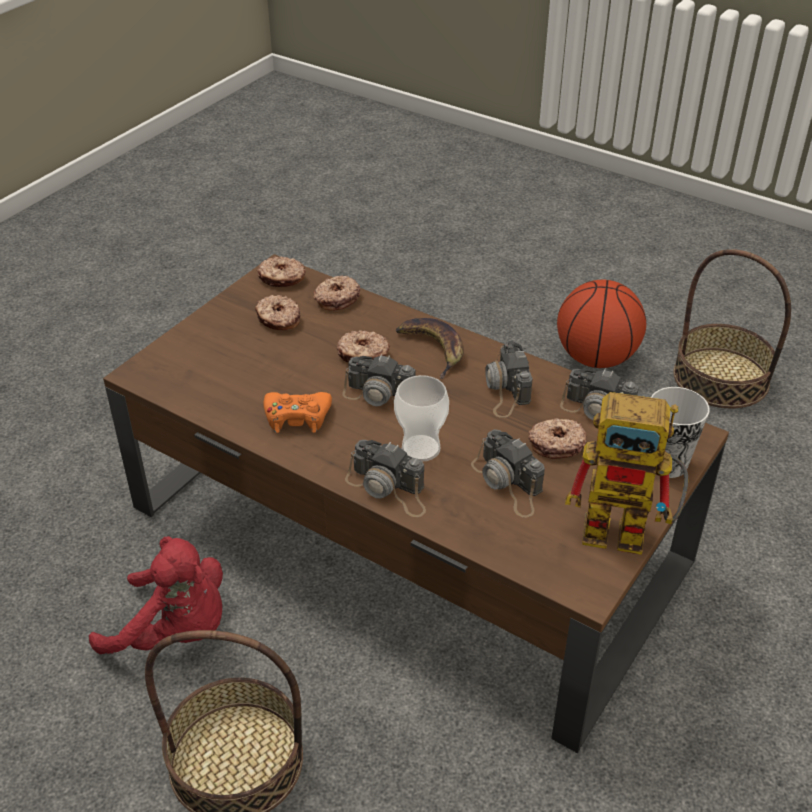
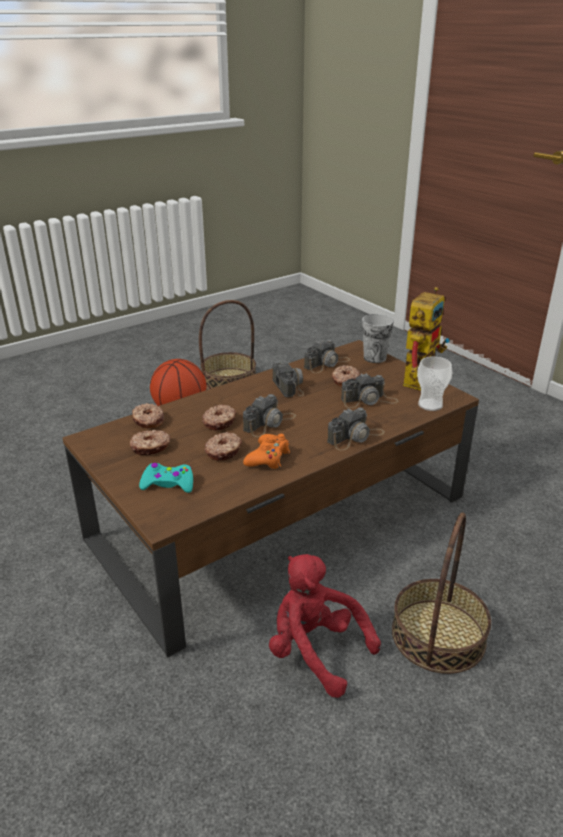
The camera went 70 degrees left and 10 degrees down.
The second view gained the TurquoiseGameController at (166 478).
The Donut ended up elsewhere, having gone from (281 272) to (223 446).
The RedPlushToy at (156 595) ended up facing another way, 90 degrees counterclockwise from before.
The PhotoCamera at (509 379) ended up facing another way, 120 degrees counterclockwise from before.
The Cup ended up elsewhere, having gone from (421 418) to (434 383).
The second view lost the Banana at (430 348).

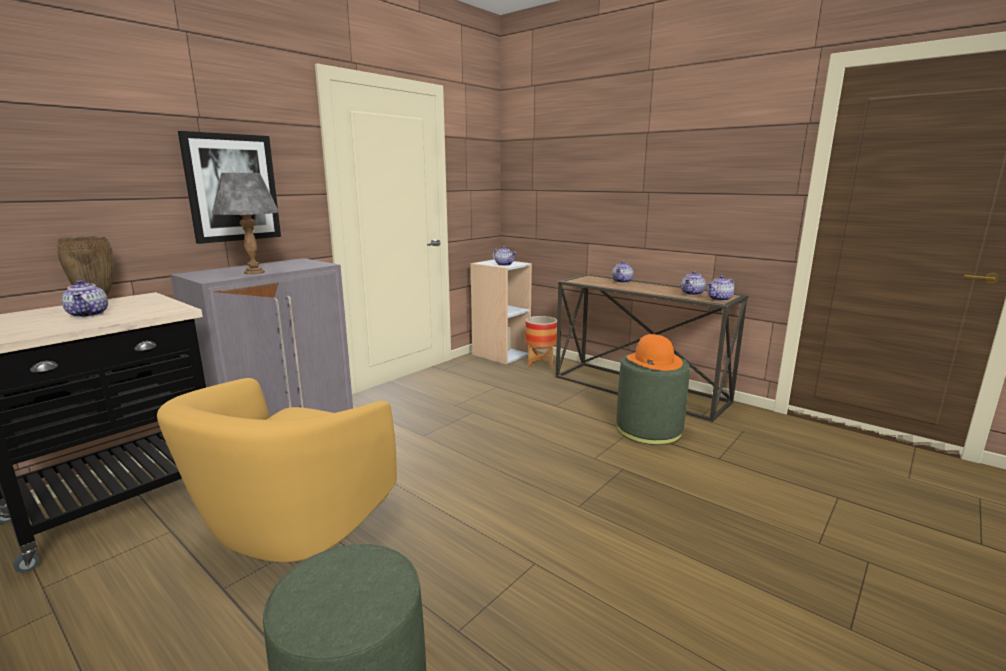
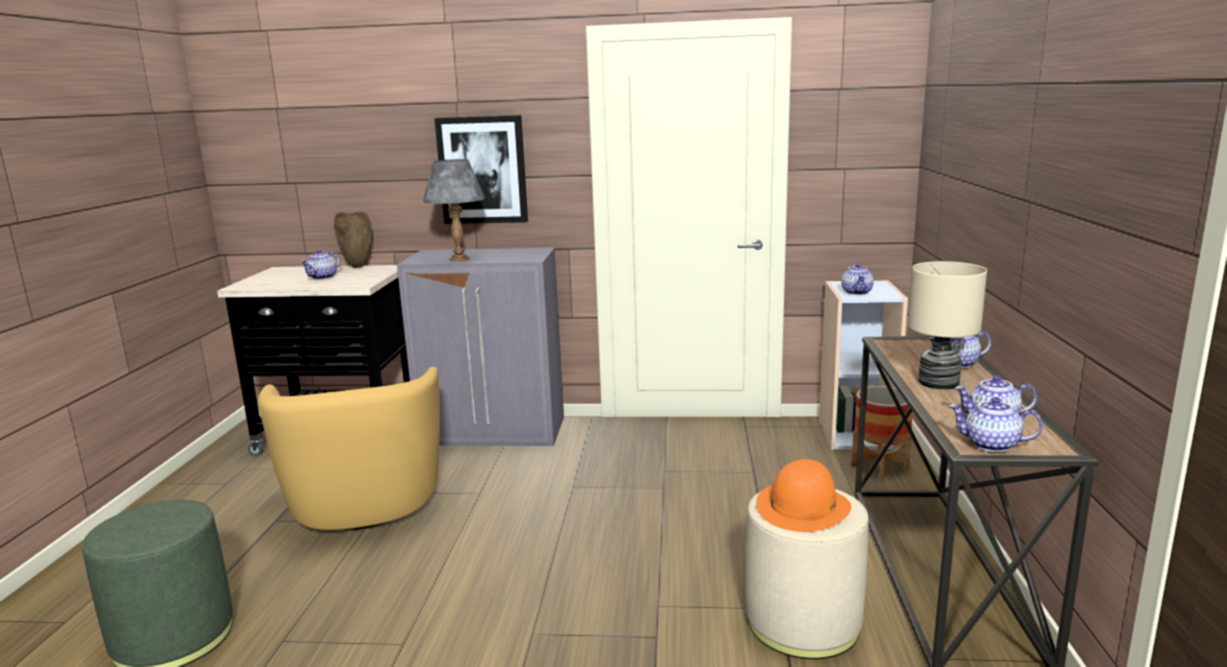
The camera went 55 degrees right and 0 degrees up.
The YellowArmchair at (277 470) ended up facing another way, 90 degrees counterclockwise from before.
What was the GreenOttoman at (653 399) turned into the BeigeOttoman at (807 574).
The second view gained the BeigeTableLamp at (947 325).

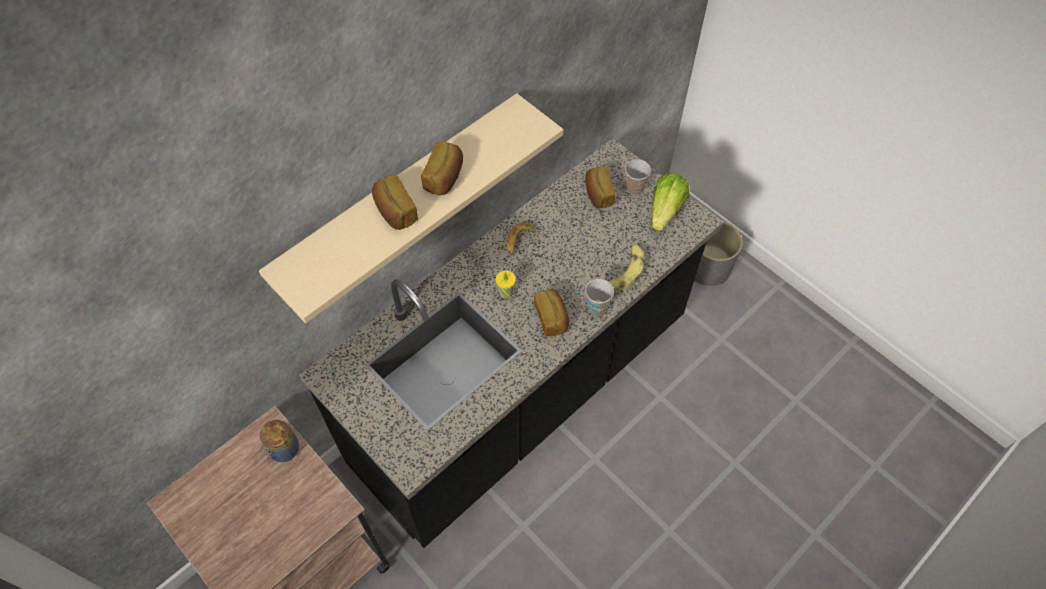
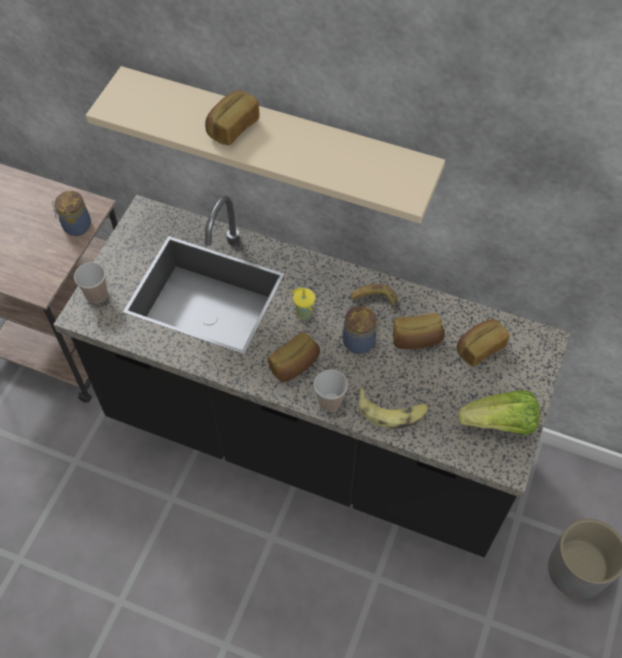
The camera went 65 degrees right and 0 degrees up.
The Cup ended up elsewhere, having gone from (638 177) to (90 282).
The second view gained the Jar at (362 330).
The Bread ended up elsewhere, having gone from (442 168) to (419 331).

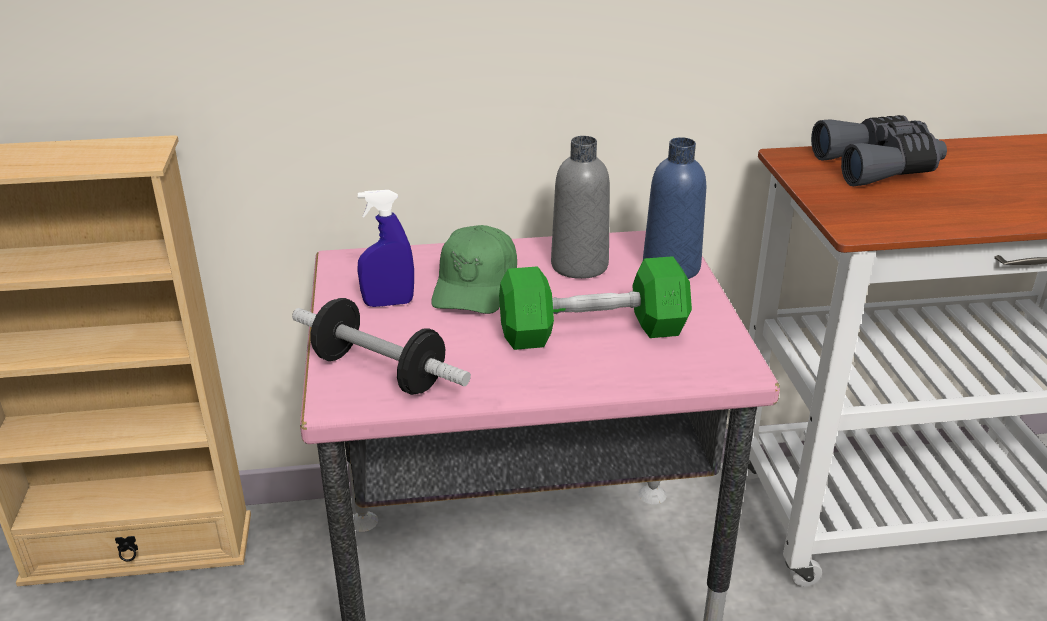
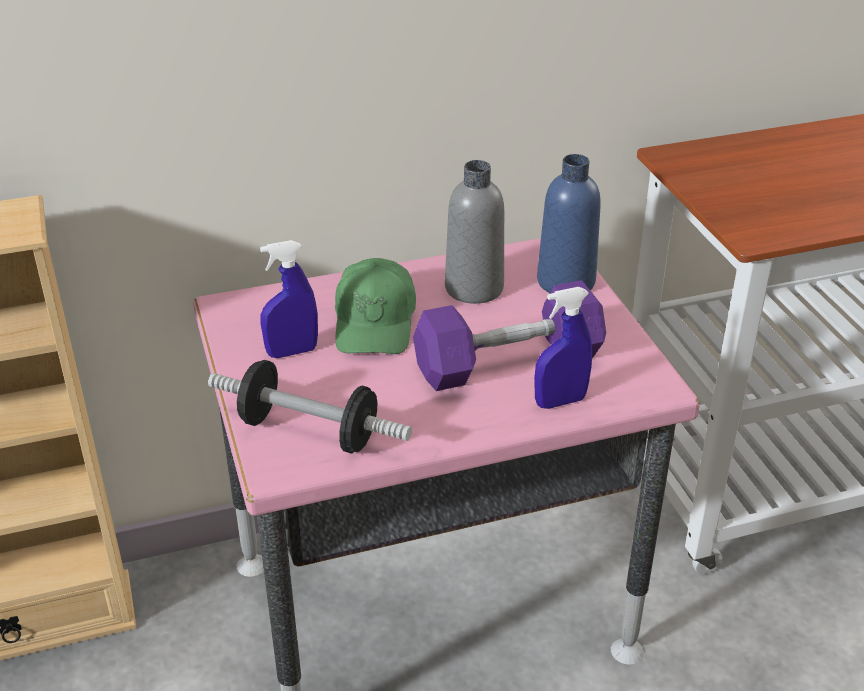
The camera went 10 degrees left and 5 degrees up.
What was the GreenDumbbell at (595 303) turned into the PurpleDumbbell at (509 335).
The second view gained the BlueSprayBottle at (563 348).
The second view lost the GreyBinoculars at (879 150).

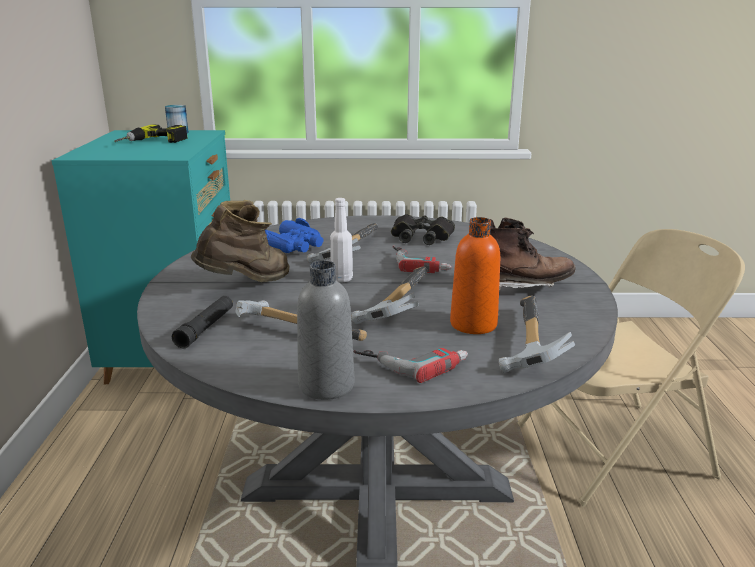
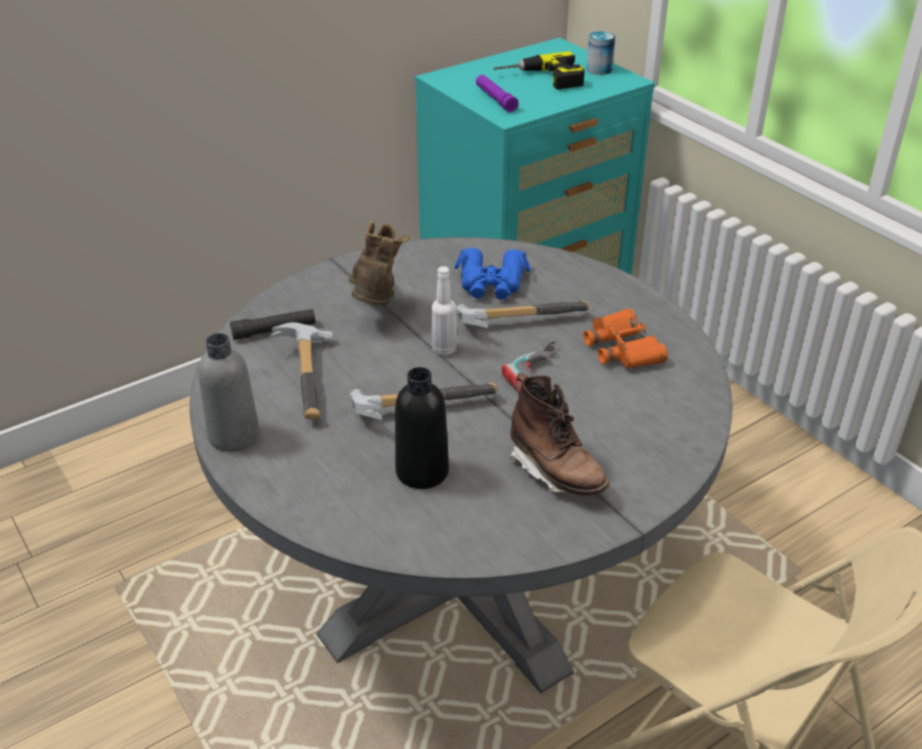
The camera went 55 degrees right and 15 degrees up.
The BrownBoot at (240 241) ended up facing another way, 105 degrees counterclockwise from before.
What was the OrangeBottle at (475 275) turned into the BlackBottle at (422 428).
The second view gained the PurpleFlashlight at (497 93).
What was the BlackBinoculars at (423 229) turned into the OrangeBinoculars at (625 339).
The second view lost the PowerDrill at (410 365).
The second view lost the Hammer at (537 334).

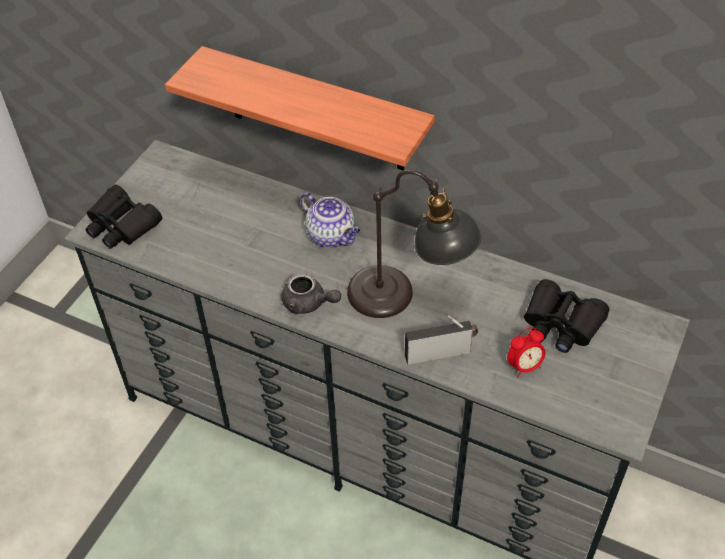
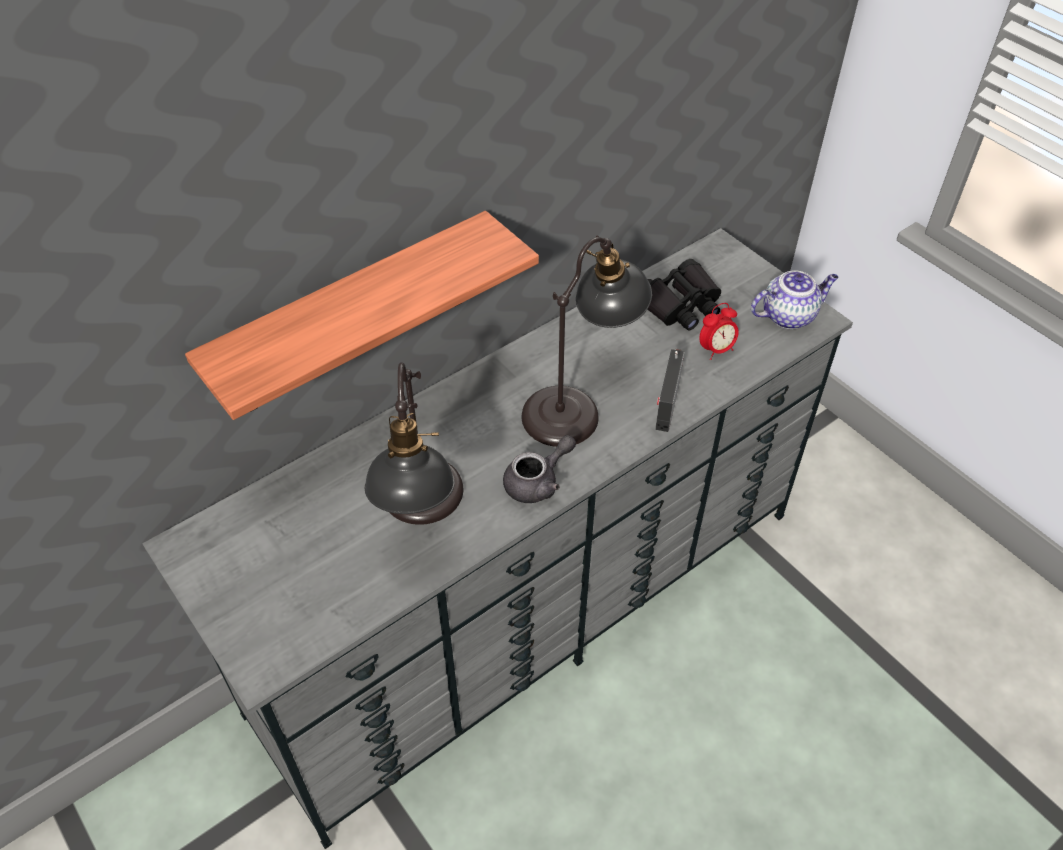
The camera went 65 degrees left and 0 degrees up.
The second view gained the GreyTableLamp at (414 443).
The AlarmClock at (526 352) ended up facing another way, 60 degrees clockwise from before.
The Teapot ended up elsewhere, having gone from (330 220) to (795 299).
The second view lost the BlackBinoculars at (123 216).

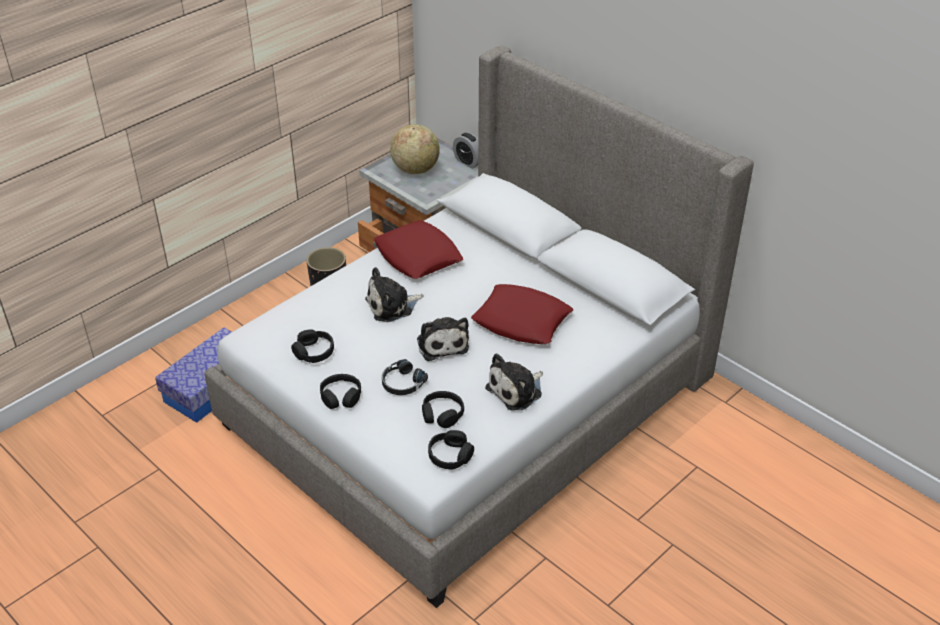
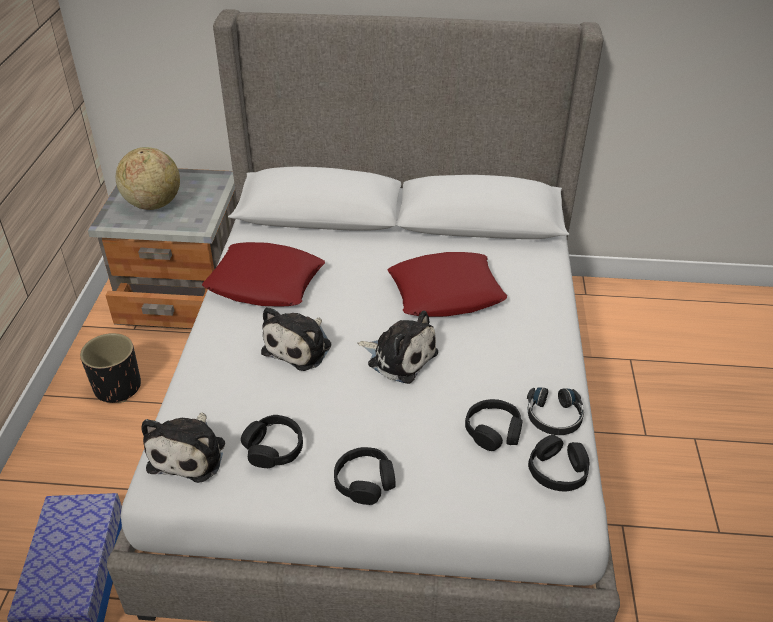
The camera went 40 degrees left and 0 degrees up.
The PlushToy ended up elsewhere, having gone from (514 382) to (183 448).
The BlackHeadphones ended up elsewhere, having gone from (405 377) to (555 411).
The second view lost the AlarmClock at (466 151).

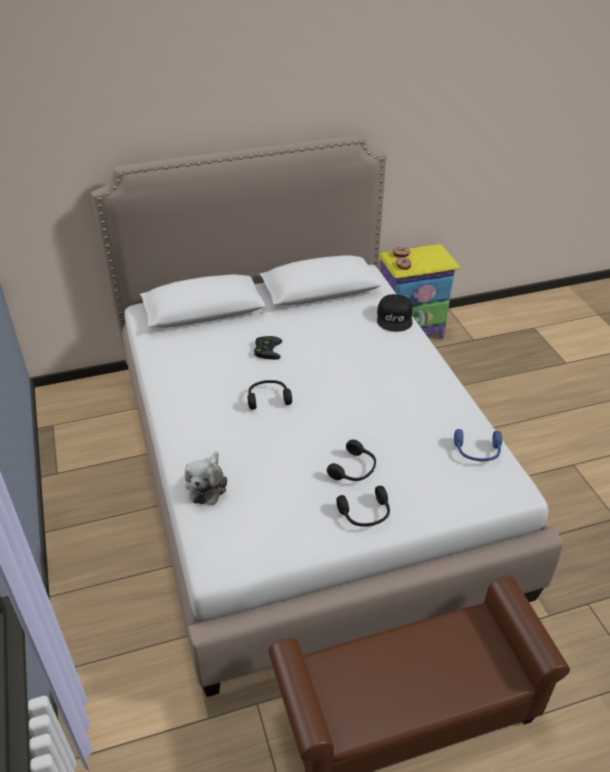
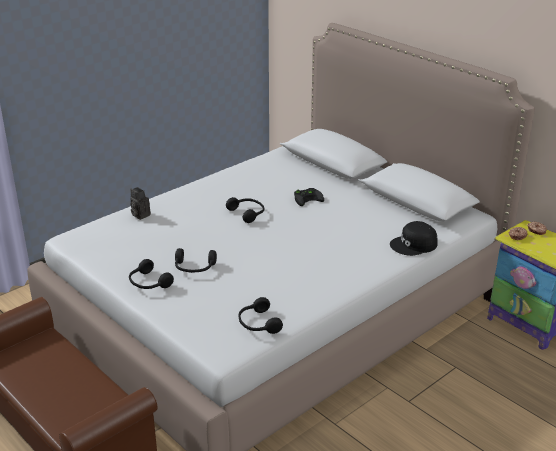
The camera went 65 degrees right and 10 degrees down.
Where the PlushToy stood at (205 478), the PhotoCamera came to stand at (140 203).
What was the BlueHeadphones at (478 445) turned into the BlackHeadphones at (261 315).

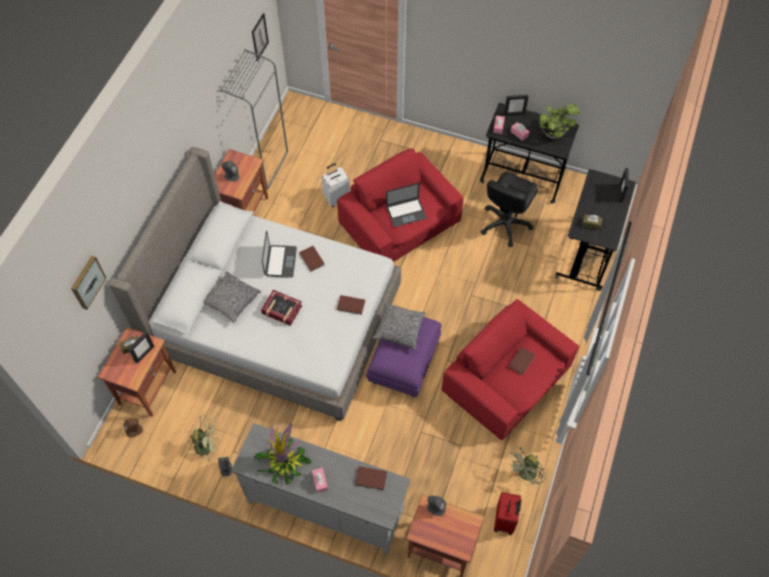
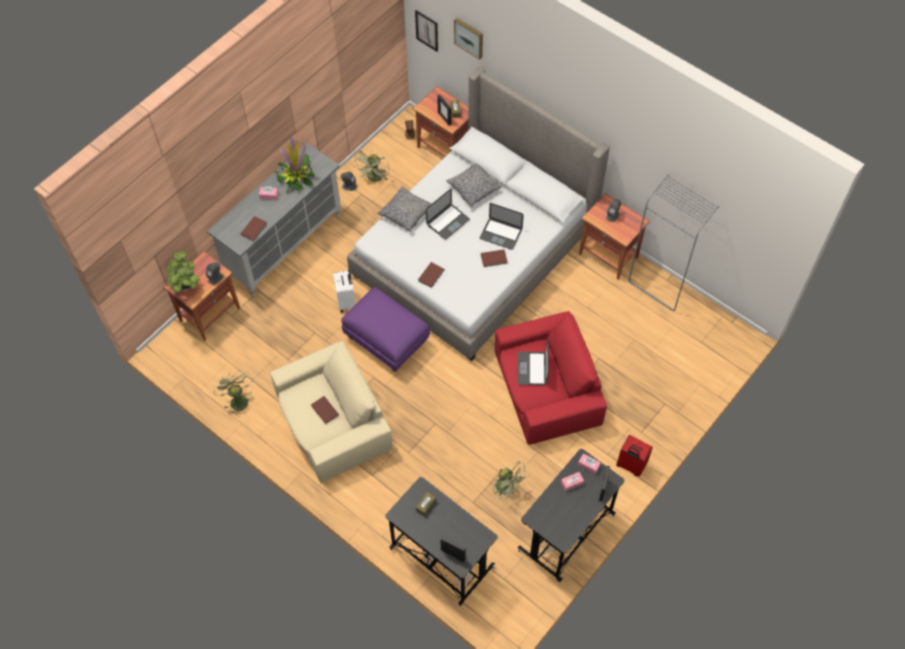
The camera went 110 degrees right and 0 degrees up.
The PottedPlant ended up elsewhere, having gone from (559 121) to (182 271).
What was the RedArmchair at (510 369) turned into the BeigeArmchair at (331 412).
The WhiteSuitcase ended up elsewhere, having gone from (335 185) to (344 291).
The GreyPillow ended up elsewhere, having gone from (399 326) to (404 209).
The Picture ended up elsewhere, having gone from (260 37) to (426 31).
Where the Book stood at (281 308), the Laptop came to stand at (448 214).
Where the BlackOfficeChair stood at (509 209), the GreenFan came to stand at (512 481).
The RedSuitcase ended up elsewhere, having gone from (507 513) to (634 455).

